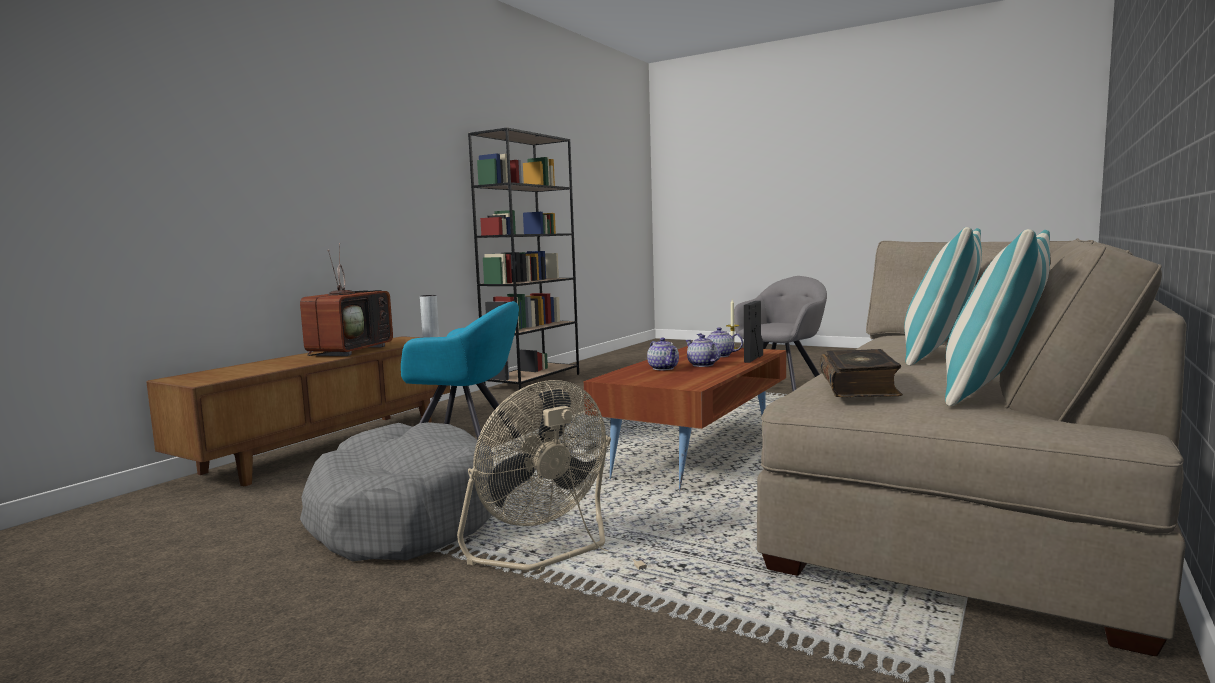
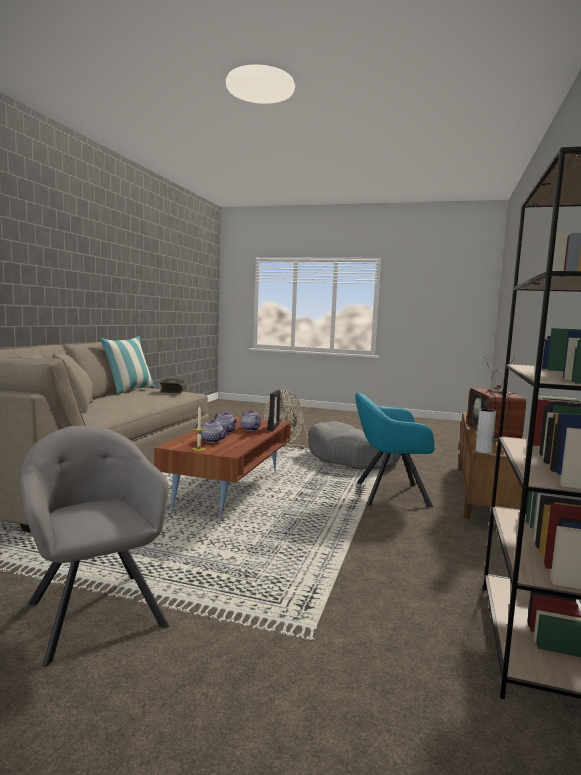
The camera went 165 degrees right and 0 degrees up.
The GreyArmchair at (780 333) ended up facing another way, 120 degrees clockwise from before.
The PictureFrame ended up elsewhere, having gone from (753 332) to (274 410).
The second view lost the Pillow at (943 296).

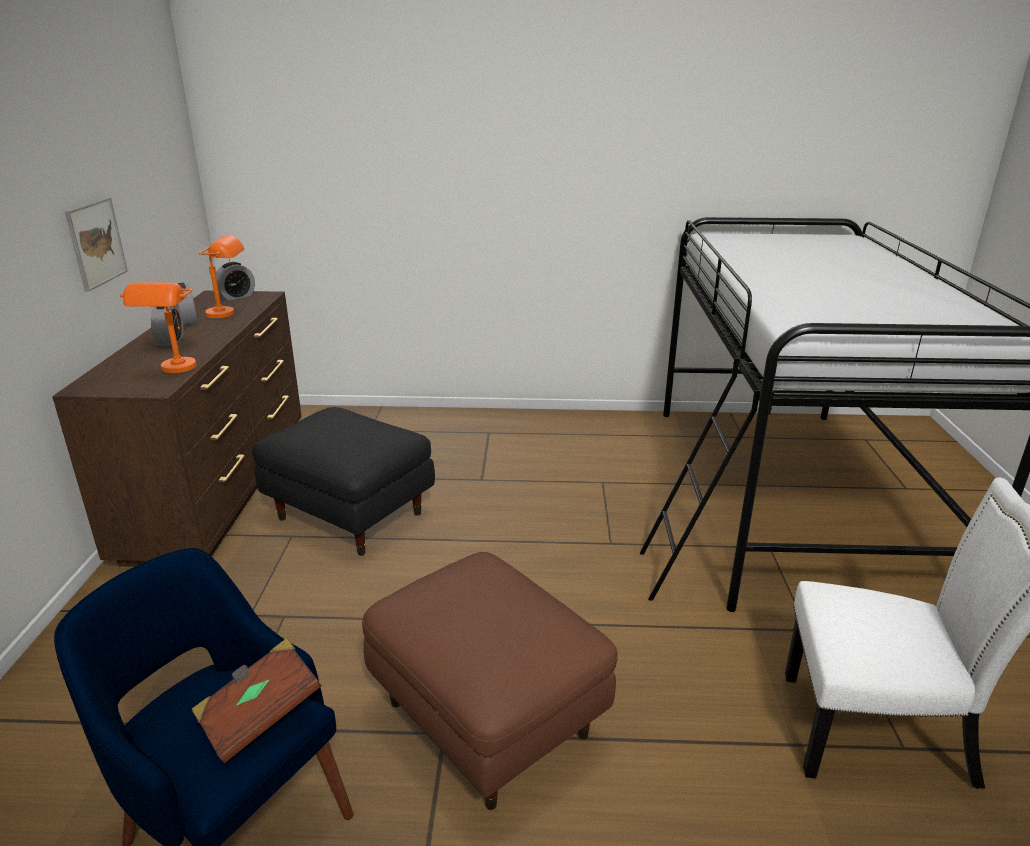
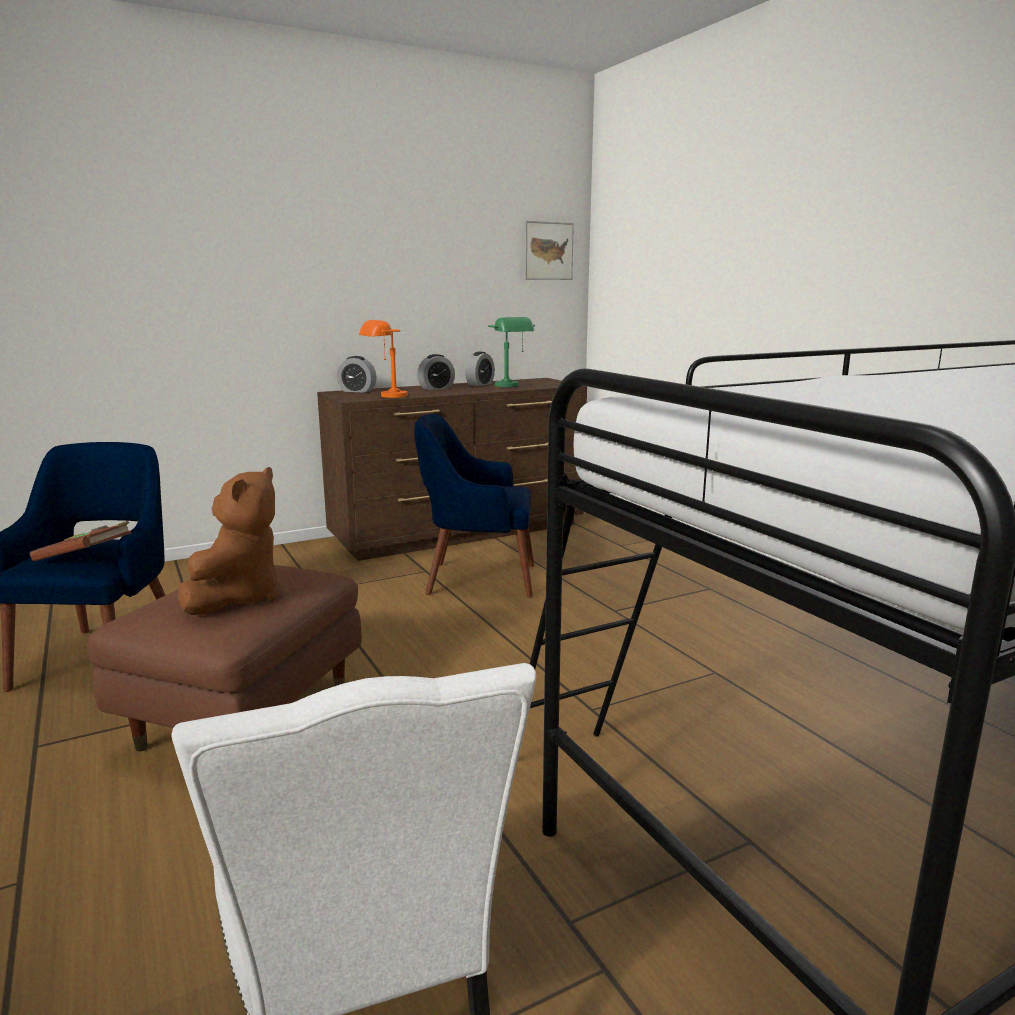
The camera went 60 degrees right and 10 degrees down.
The second view gained the BrownPlushToy at (228 541).
The AlarmClock ended up elsewhere, having gone from (235 281) to (357 374).
Where the BlackOttoman stood at (343 481), the BlueArmchair came to stand at (474 506).
What was the OrangeTableLamp at (221 276) turned into the GreenTableLamp at (511 352).
The Picture ended up elsewhere, having gone from (96 244) to (549 250).

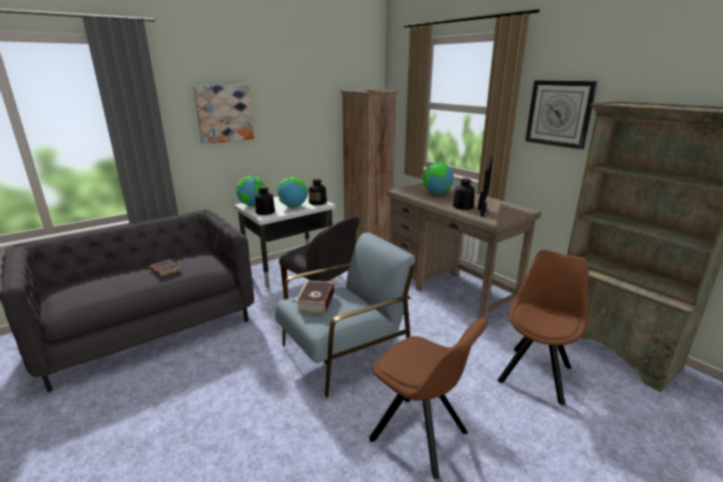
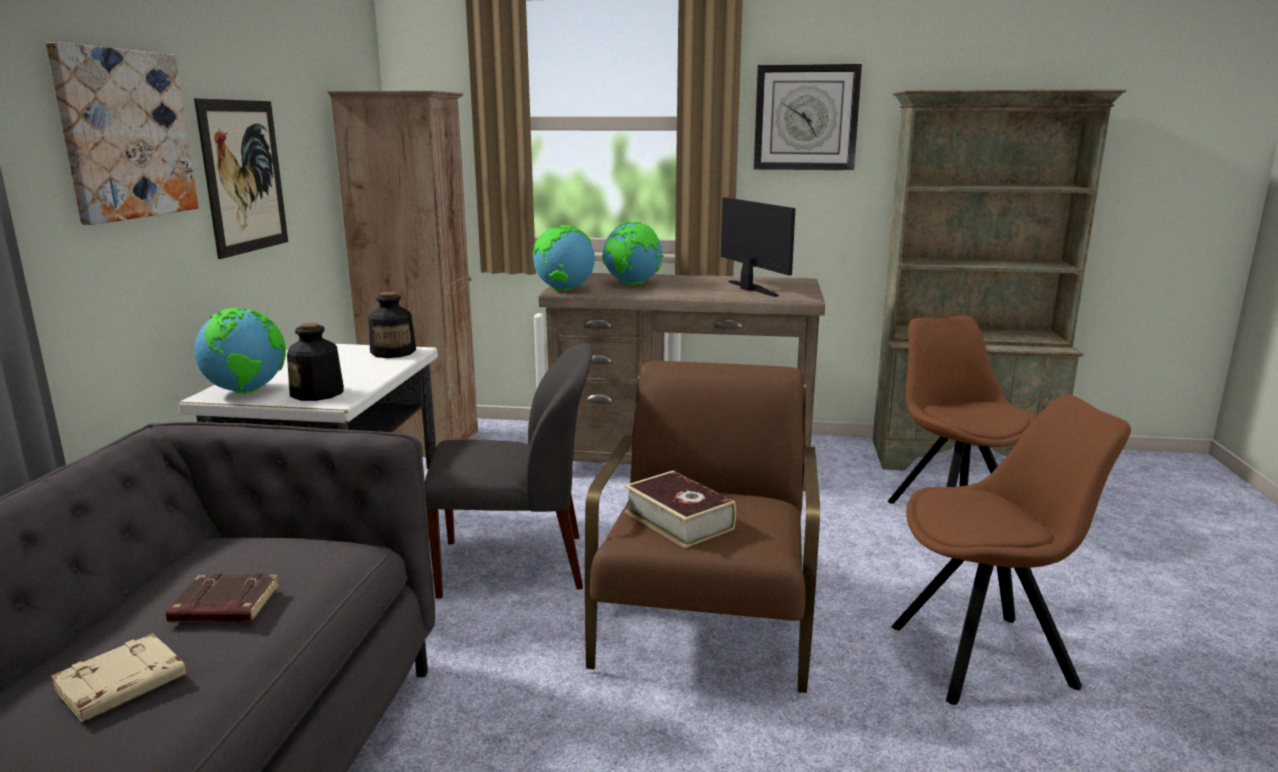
The camera went 45 degrees left and 5 degrees down.
The second view gained the BeigeBook at (118 677).
The second view gained the Picture at (241 178).
The Globe ended up elsewhere, having gone from (292 192) to (563 258).
What was the BlueArmchair at (345 315) turned into the BrownArmchair at (702 527).
The second view lost the Bottle at (464 194).

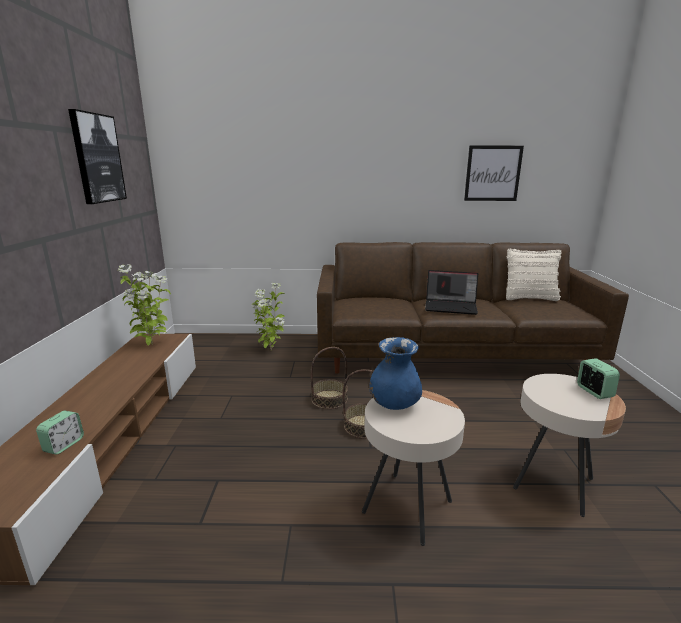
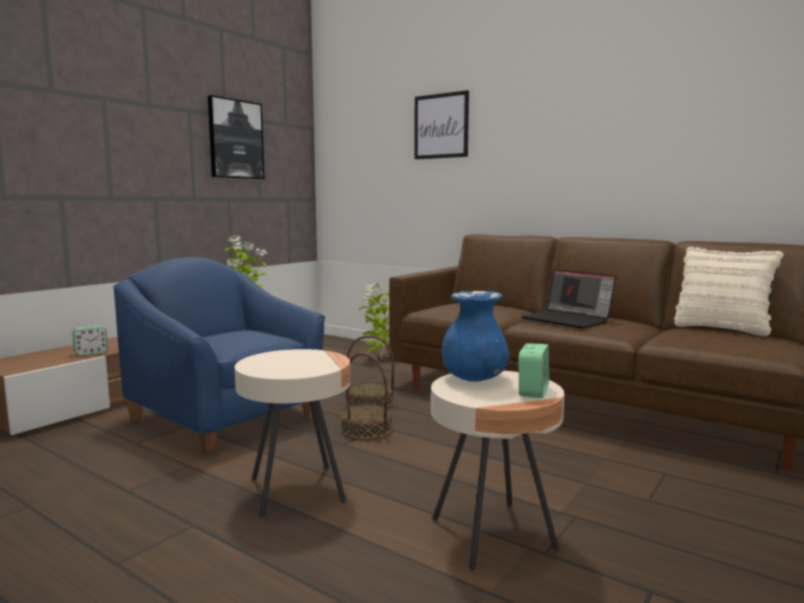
The camera went 35 degrees right and 10 degrees down.
The second view gained the BlueArmchair at (219 356).
The Picture ended up elsewhere, having gone from (494 173) to (441 124).
The BlueVase ended up elsewhere, having gone from (395 373) to (476 336).

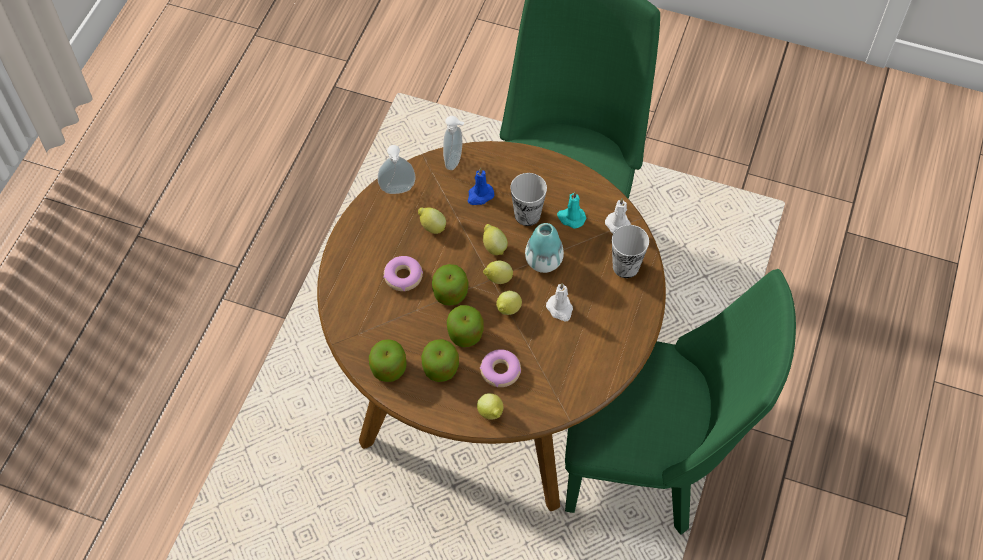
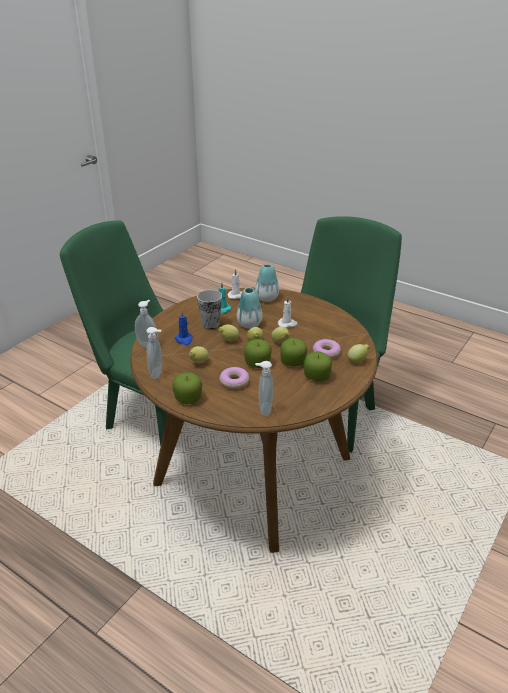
The camera went 75 degrees left and 25 degrees down.
The Apple ended up elsewhere, having gone from (388 360) to (187 388).
Where the Cup stood at (630 251), the Vase came to stand at (267 283).
The second view gained the SoapDispenser at (264 388).

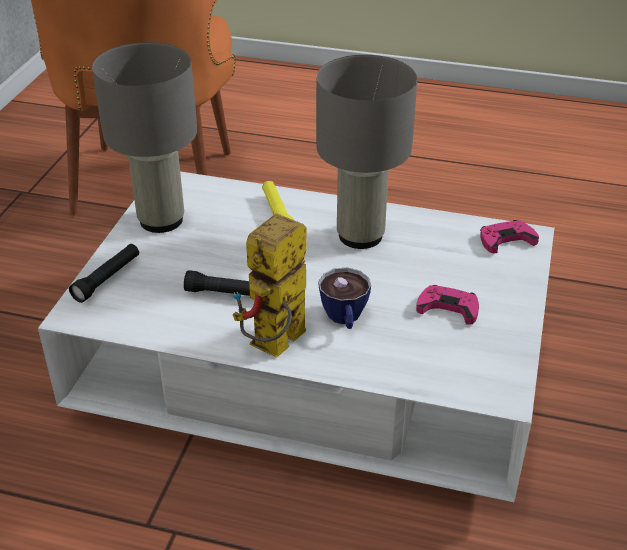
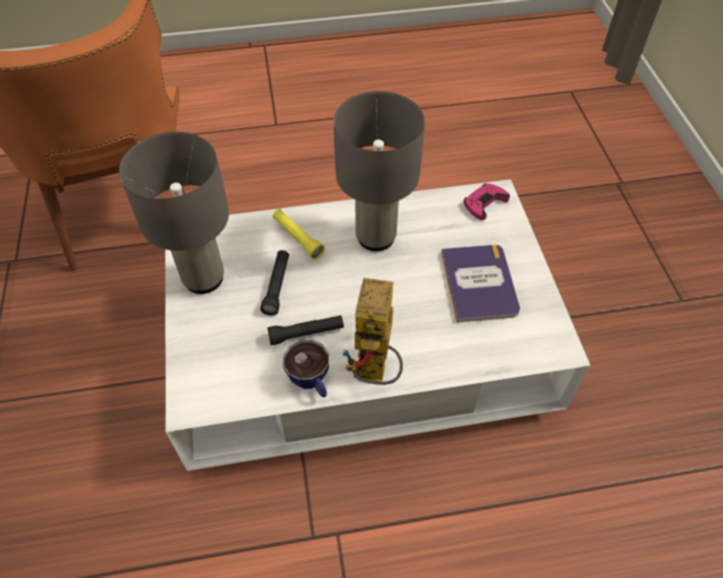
The camera went 25 degrees left and 15 degrees up.
The BlackFlashlight ended up elsewhere, having gone from (104 273) to (274 283).
The Cup ended up elsewhere, having gone from (344 298) to (306 368).
Where the PinkGameController stood at (447 305), the Book came to stand at (480 284).

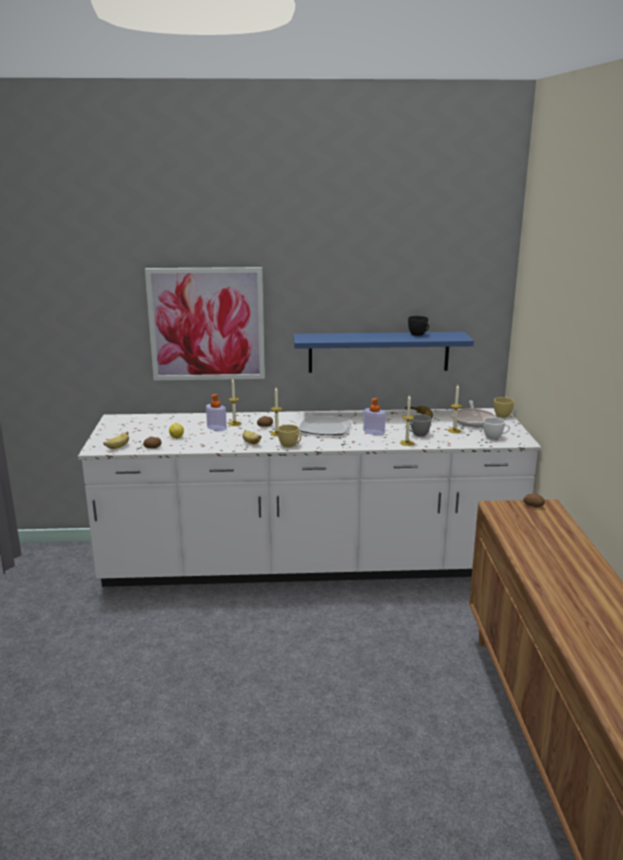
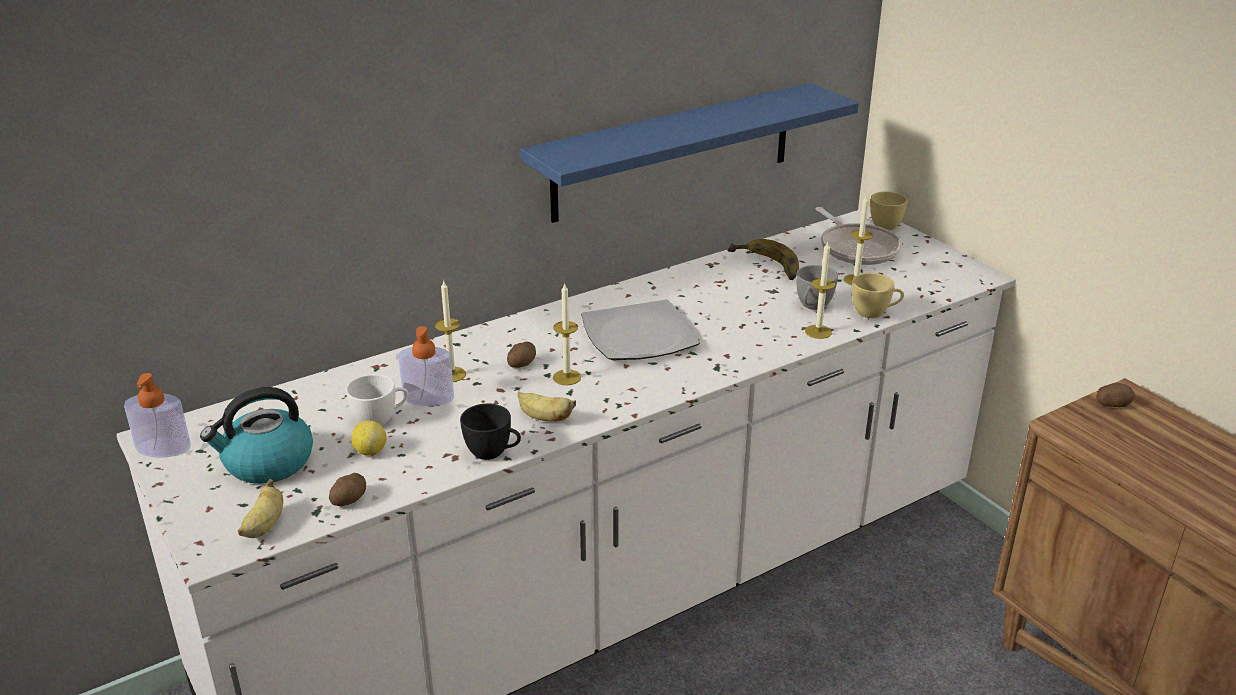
The camera went 30 degrees left and 10 degrees up.
The SoapDispenser ended up elsewhere, having gone from (374 417) to (157 415).
The second view gained the Kettle at (256 435).
The WhiteCup ended up elsewhere, having gone from (496 428) to (377 400).
The BlackCup ended up elsewhere, having gone from (418 326) to (490 431).
The YellowCup ended up elsewhere, having gone from (289 436) to (878 295).
The second view lost the Picture at (205 323).

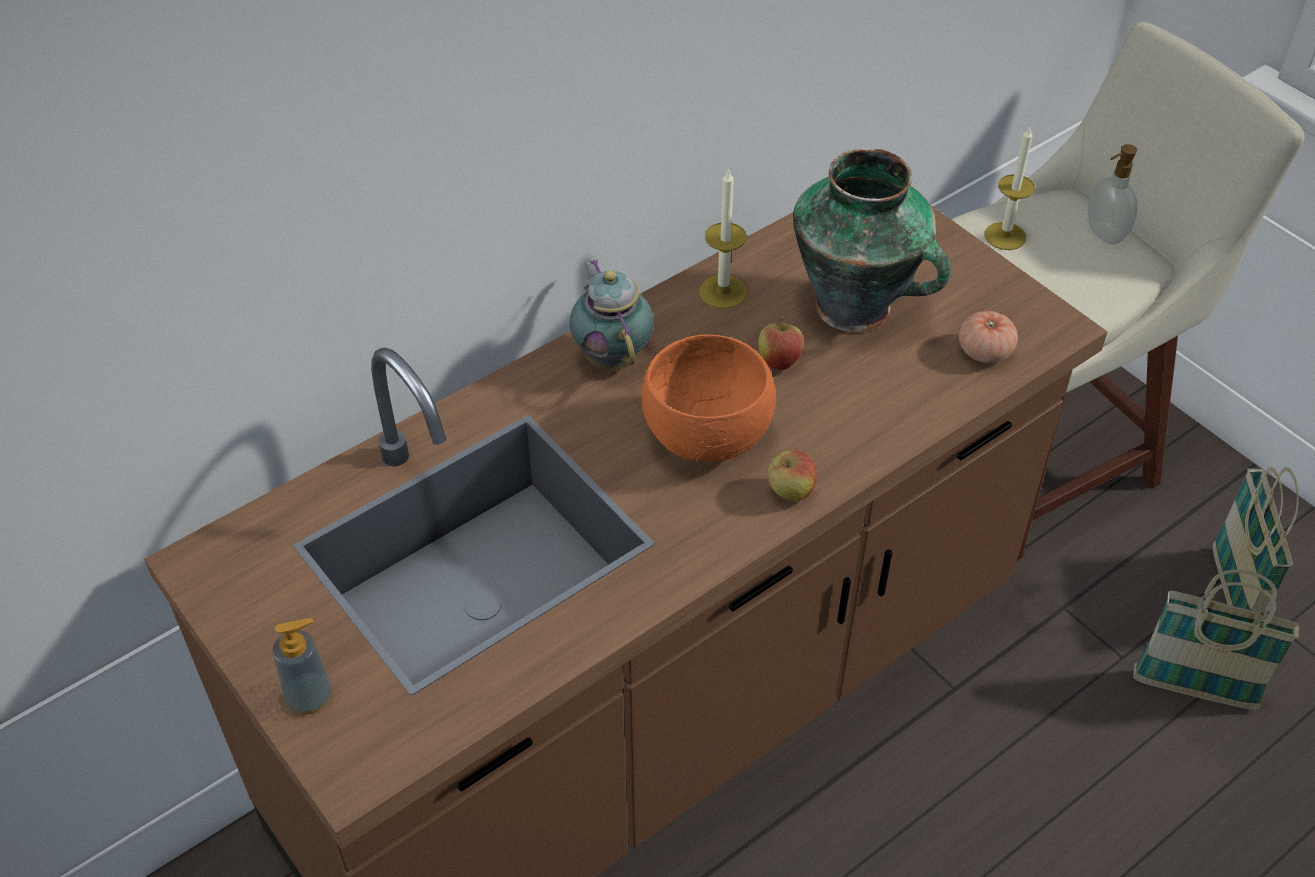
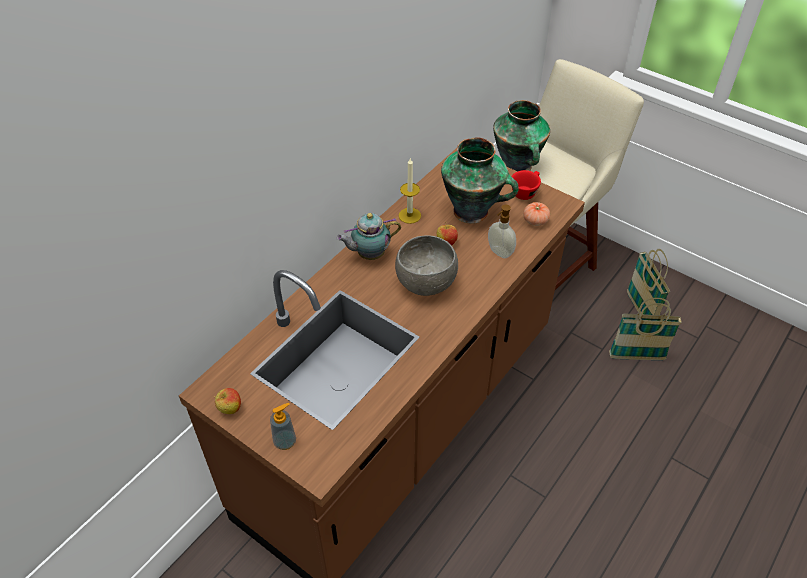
The camera went 15 degrees left and 0 degrees up.
The Apple ended up elsewhere, having gone from (792 476) to (227 401).
The Teapot at (612 314) ended up facing another way, 75 degrees counterclockwise from before.
What was the OrangeBowl at (709 398) turned into the GreyBowl at (426 266).
The SoapDispenser ended up elsewhere, having gone from (1112 194) to (502 231).
Where the Candle stood at (1010 188), the Vase came to stand at (521 136).
The second view gained the RedCup at (526 185).

